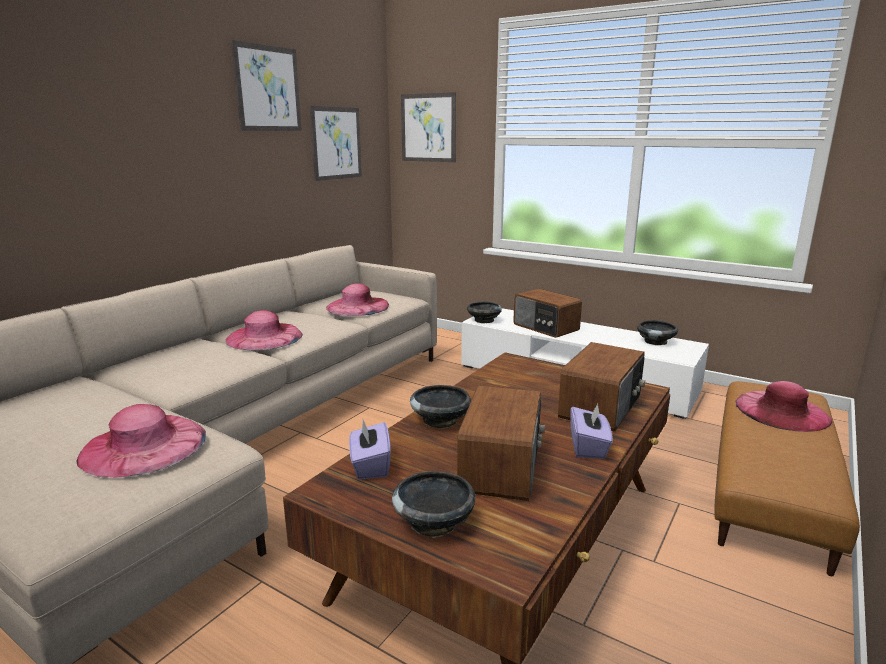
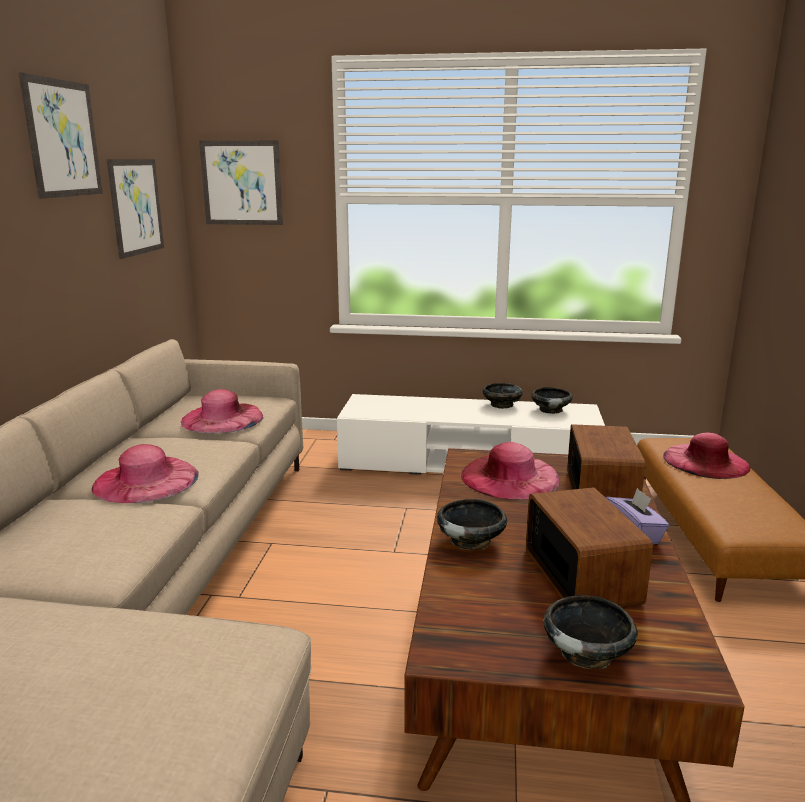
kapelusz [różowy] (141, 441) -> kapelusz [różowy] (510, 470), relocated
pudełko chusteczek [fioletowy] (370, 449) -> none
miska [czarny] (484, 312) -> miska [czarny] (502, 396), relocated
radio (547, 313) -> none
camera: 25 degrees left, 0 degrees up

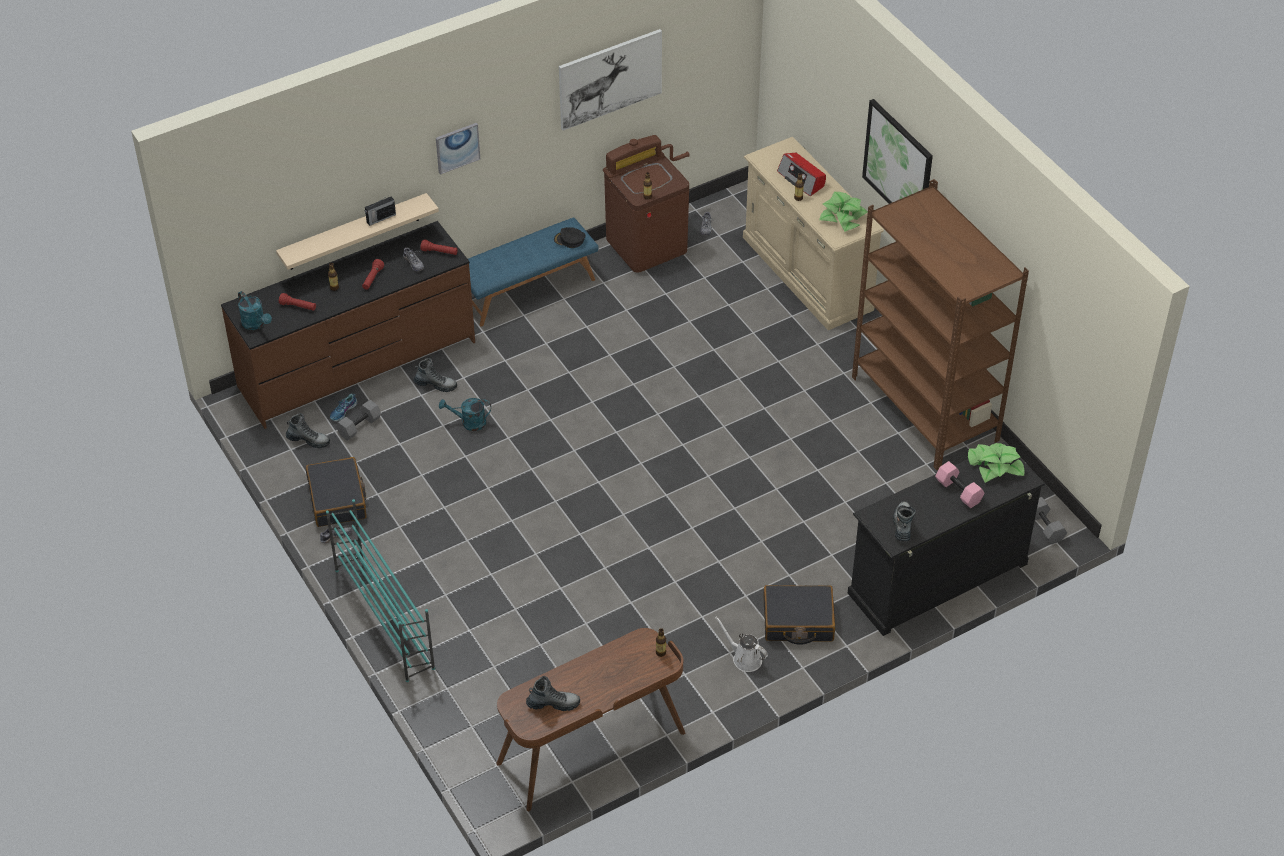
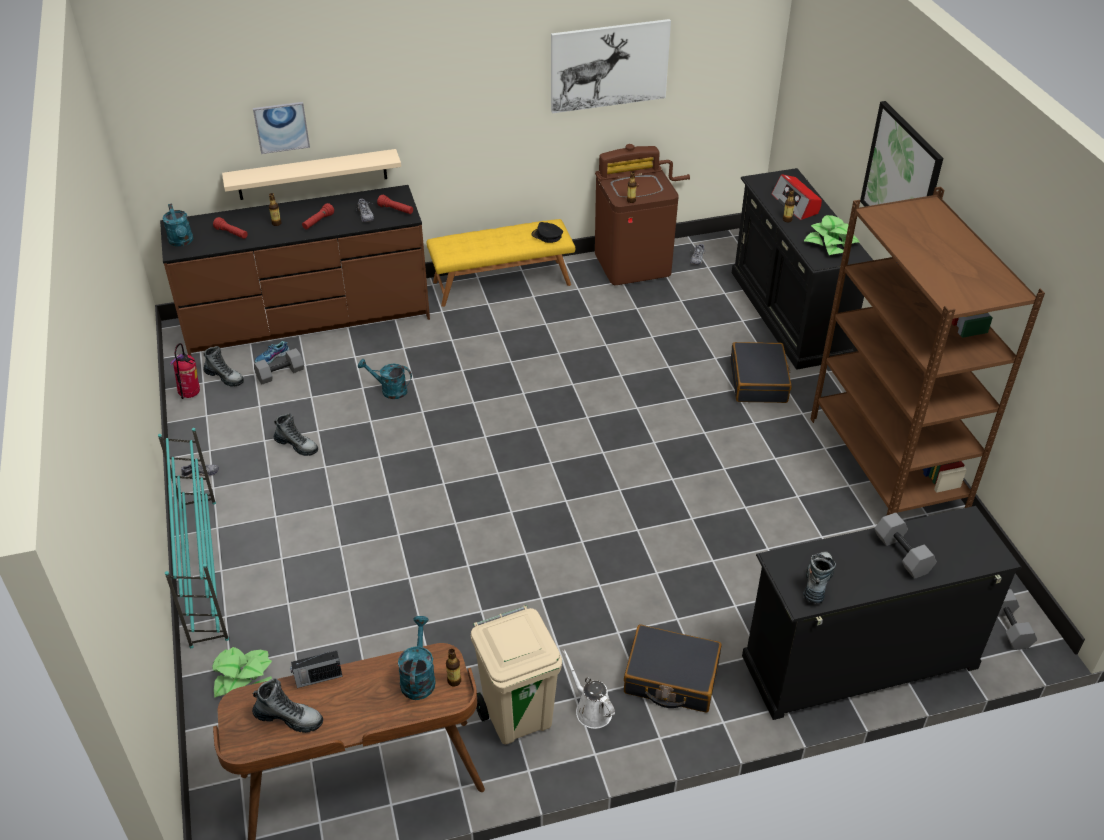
walizka [czarny] (336, 492) -> walizka [czarny] (761, 372), relocated
radio (380, 210) -> radio (316, 669), relocated
but z cholewką (435, 375) -> but z cholewką (296, 434), relocated
obraz (458, 149) -> obraz (281, 128), relocated
ławka [niebieski] (533, 272) -> ławka [żółty] (500, 263)
szafka [beżowy] (813, 233) -> szafka [czarny] (802, 269)
hantel [różowy] (959, 484) -> hantel [szary] (905, 546)
roślina doniczkowa (996, 463) -> roślina doniczkowa (242, 672), relocated
none -> gaśnica (185, 371)
none -> konewka [turkusowy] (417, 658)
none -> kosz na śmieci [beżowy] (516, 674)
camera: 15 degrees right, 5 degrees down

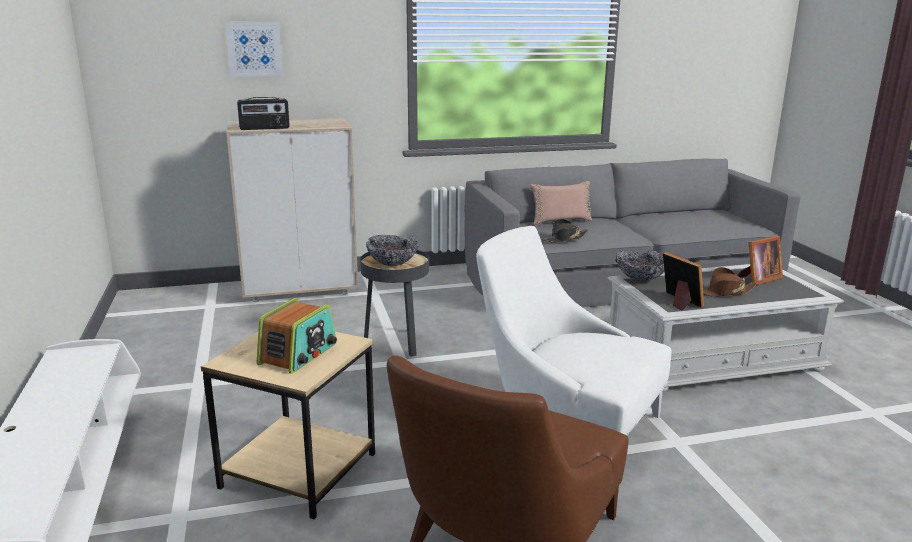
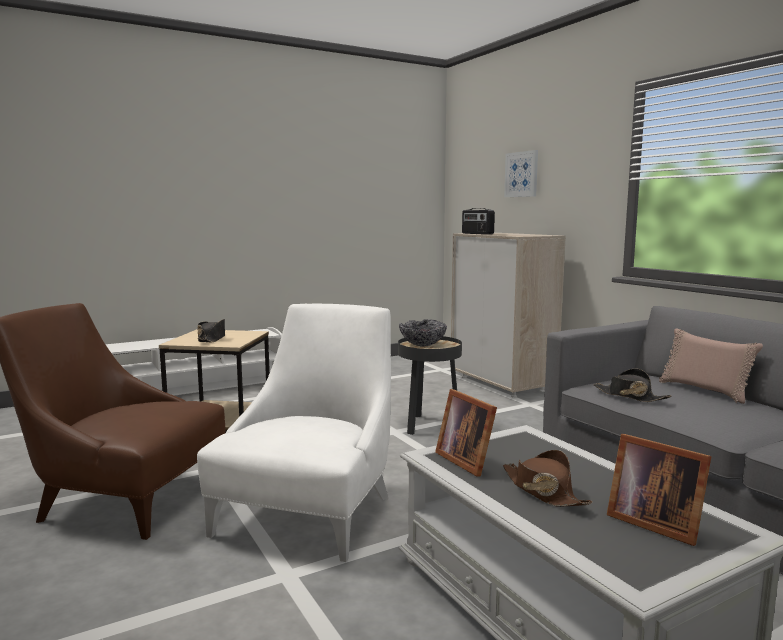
radio (297, 336) -> kapelusz [czarny] (211, 330)
miska (639, 265) -> none
ramka na zdjęcie (683, 281) -> ramka na zdjęcie (466, 433), 105 degrees clockwise
camera: 75 degrees right, 10 degrees down

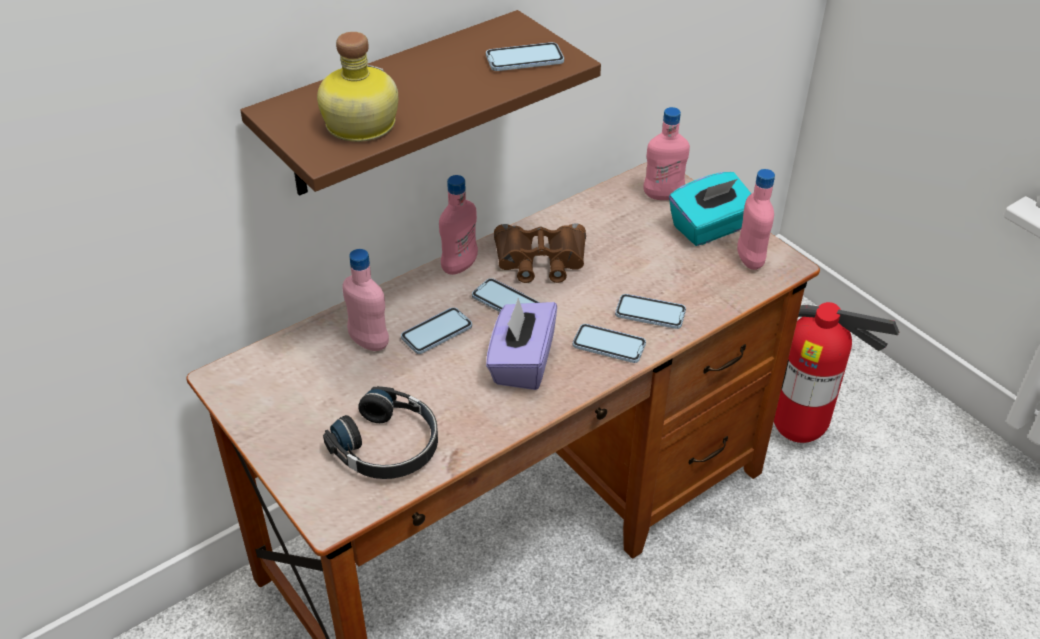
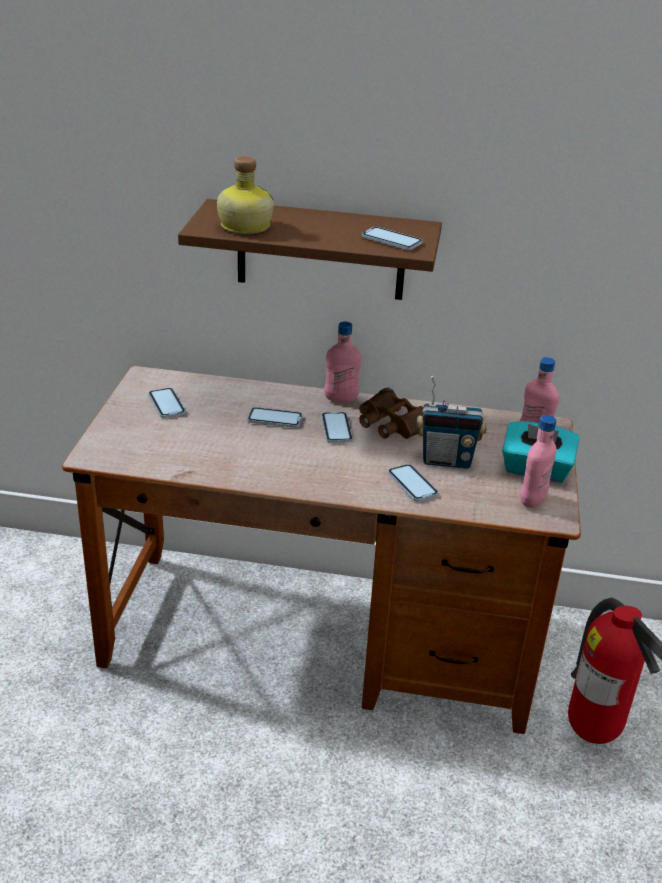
słuchawki [czarny] (380, 432) -> none
butelka [różowy] (365, 300) -> none
pudełko chusteczek [fioletowy] (521, 344) -> none
telefon (609, 343) -> telefon (167, 403), relocated
none -> radio (451, 422)
camera: 45 degrees right, 10 degrees down

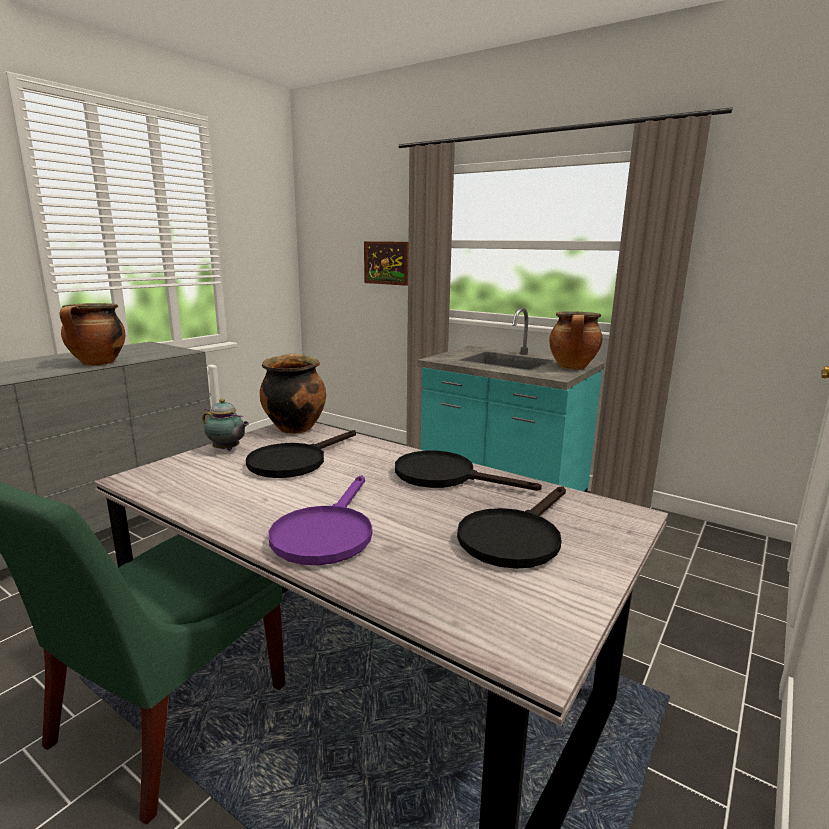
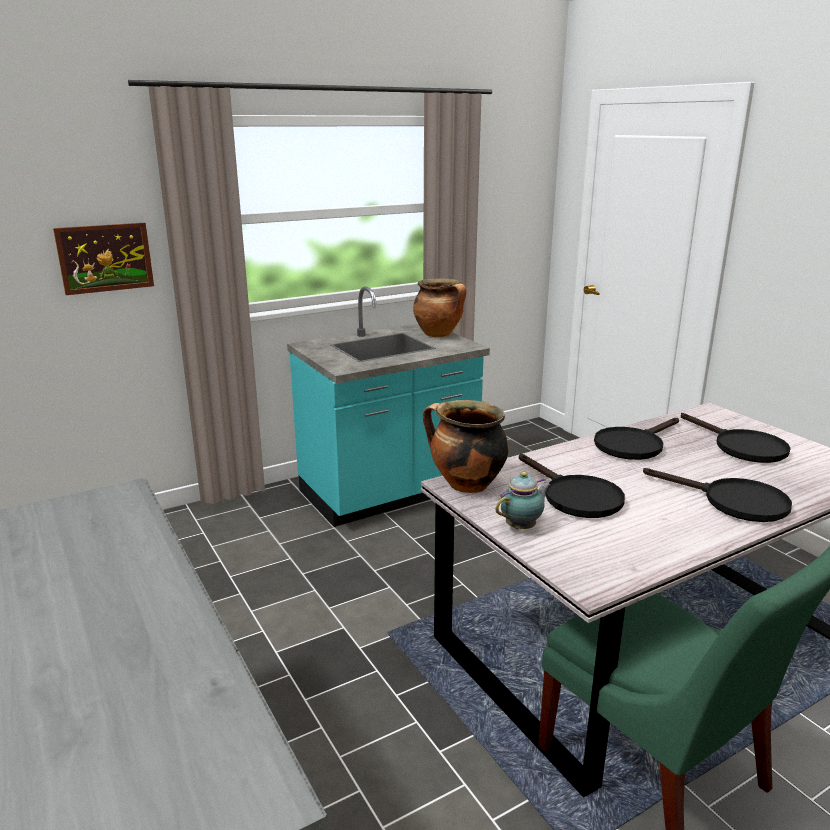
garnek (92, 334) -> none
patelnia [fioletowy] (320, 520) -> patelnia [czarny] (717, 495)
camera: 65 degrees left, 5 degrees up

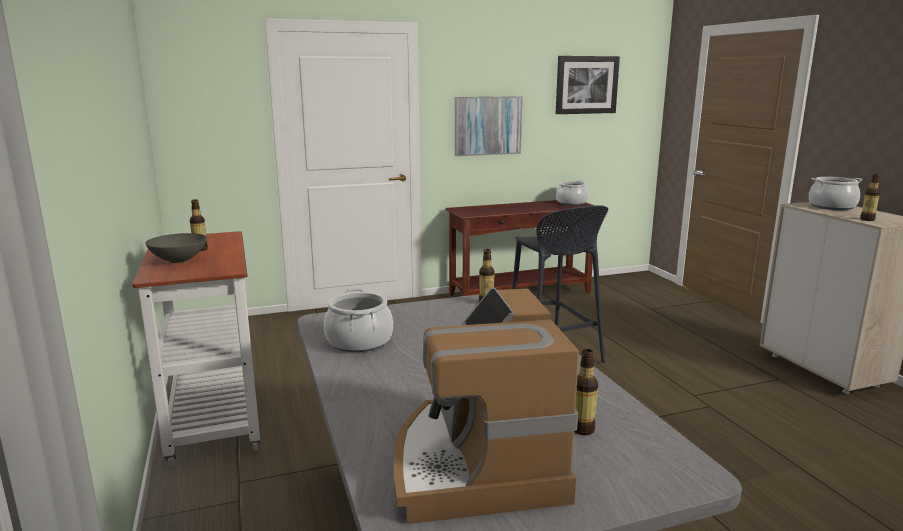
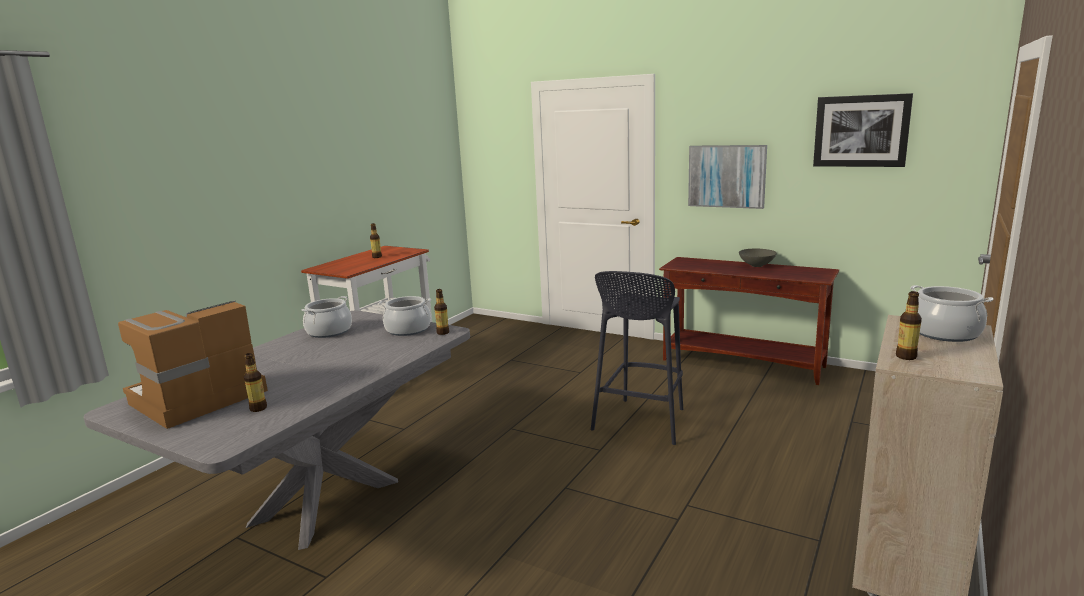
miska [szary] (176, 248) -> miska [szary] (758, 258), relocated
garnek (572, 192) -> garnek (405, 316), relocated
camera: 50 degrees right, 0 degrees up

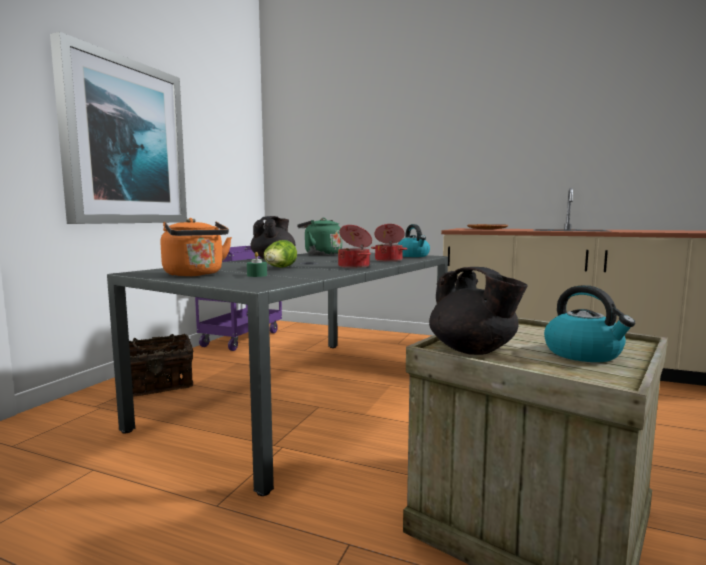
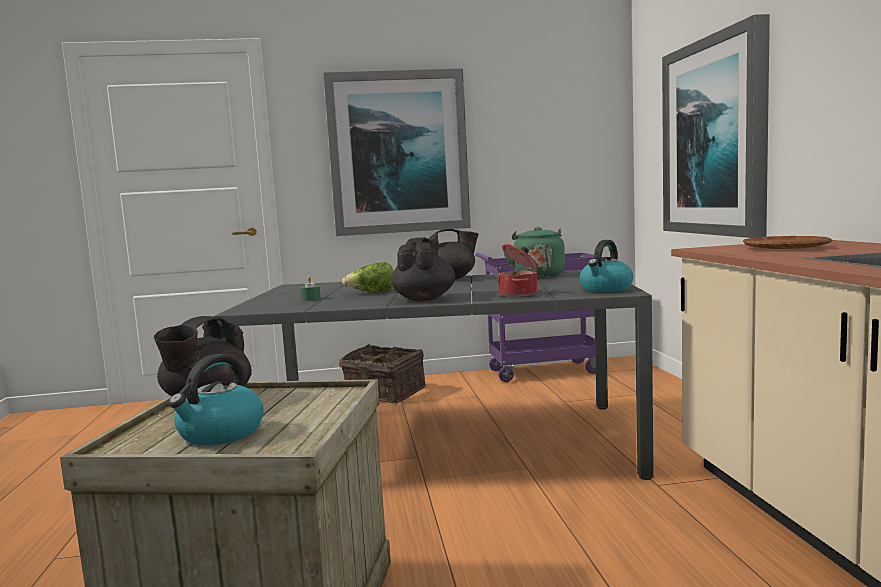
czajnik [pomarańczowy] (196, 247) -> none
garnek (355, 246) -> imbryk [czarny] (423, 269)
none -> obraz (716, 126)
camera: 60 degrees right, 0 degrees up

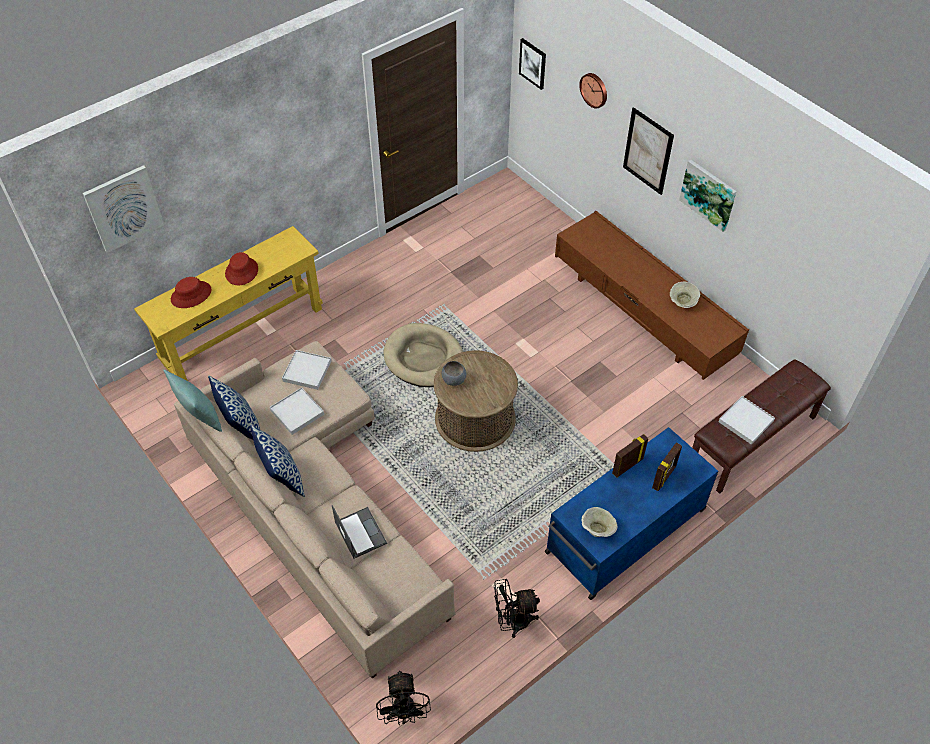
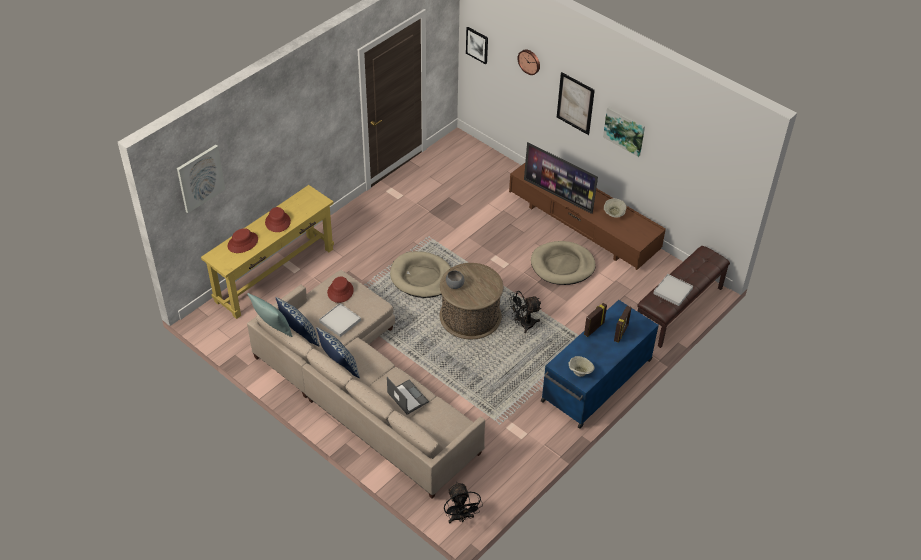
taca [biały] (306, 370) -> kapelusz [czerwony] (340, 289)
wentylator [czarny] (517, 608) -> wentylator [czarny] (525, 312), relocated
none -> telewizor (561, 178)
none -> legowisko [beżowy] (563, 263)
camera: 10 degrees left, 5 degrees down

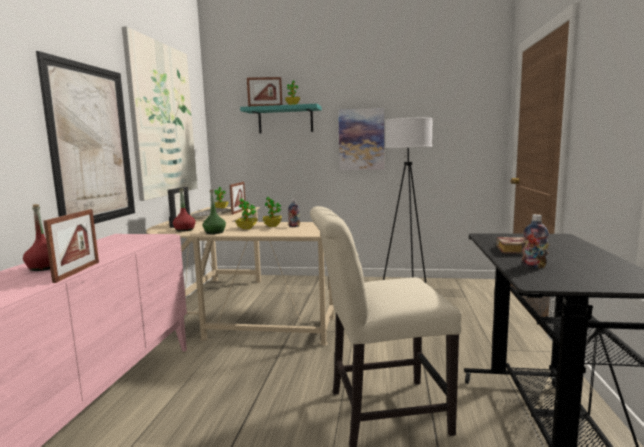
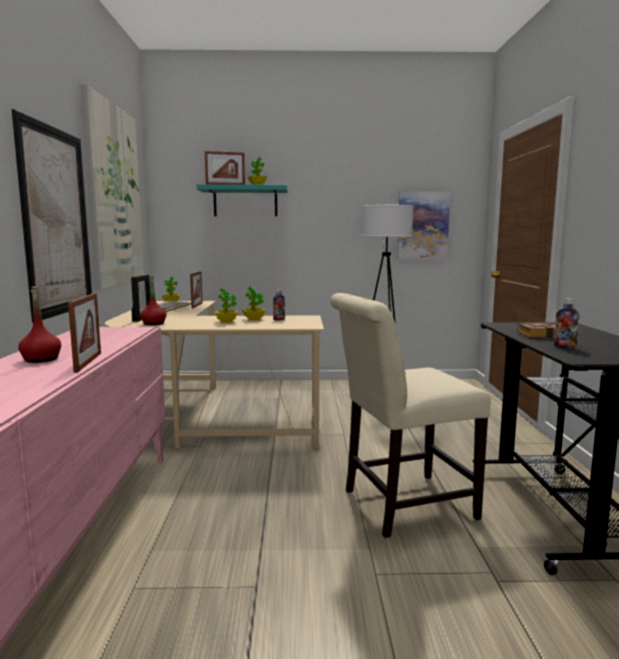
butelka [zielony] (214, 211) -> none
obraz (361, 139) -> obraz (423, 225), relocated
camera: 10 degrees left, 0 degrees up

